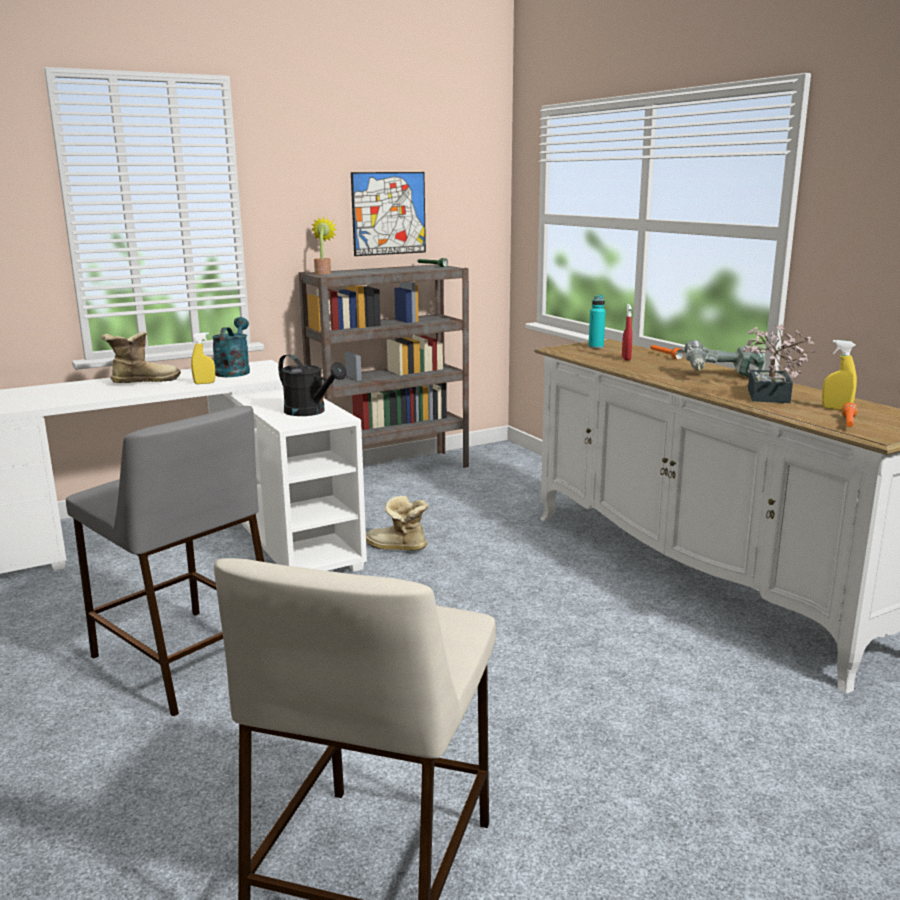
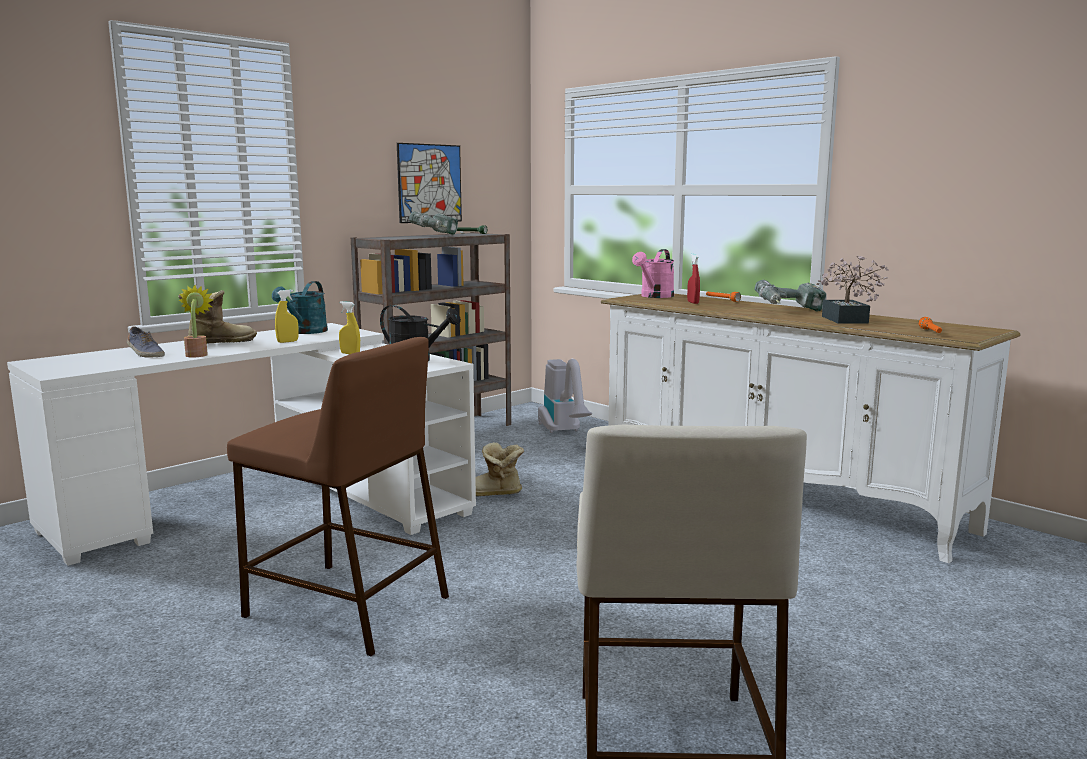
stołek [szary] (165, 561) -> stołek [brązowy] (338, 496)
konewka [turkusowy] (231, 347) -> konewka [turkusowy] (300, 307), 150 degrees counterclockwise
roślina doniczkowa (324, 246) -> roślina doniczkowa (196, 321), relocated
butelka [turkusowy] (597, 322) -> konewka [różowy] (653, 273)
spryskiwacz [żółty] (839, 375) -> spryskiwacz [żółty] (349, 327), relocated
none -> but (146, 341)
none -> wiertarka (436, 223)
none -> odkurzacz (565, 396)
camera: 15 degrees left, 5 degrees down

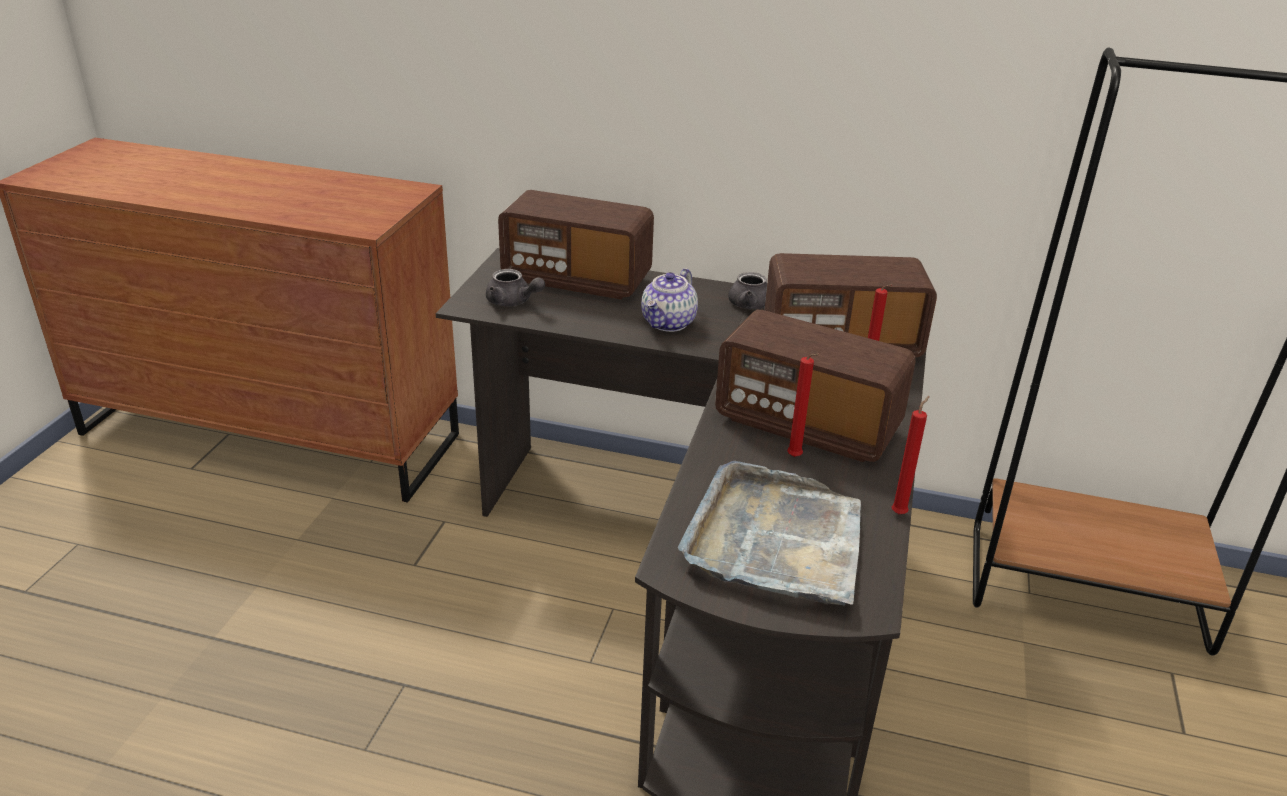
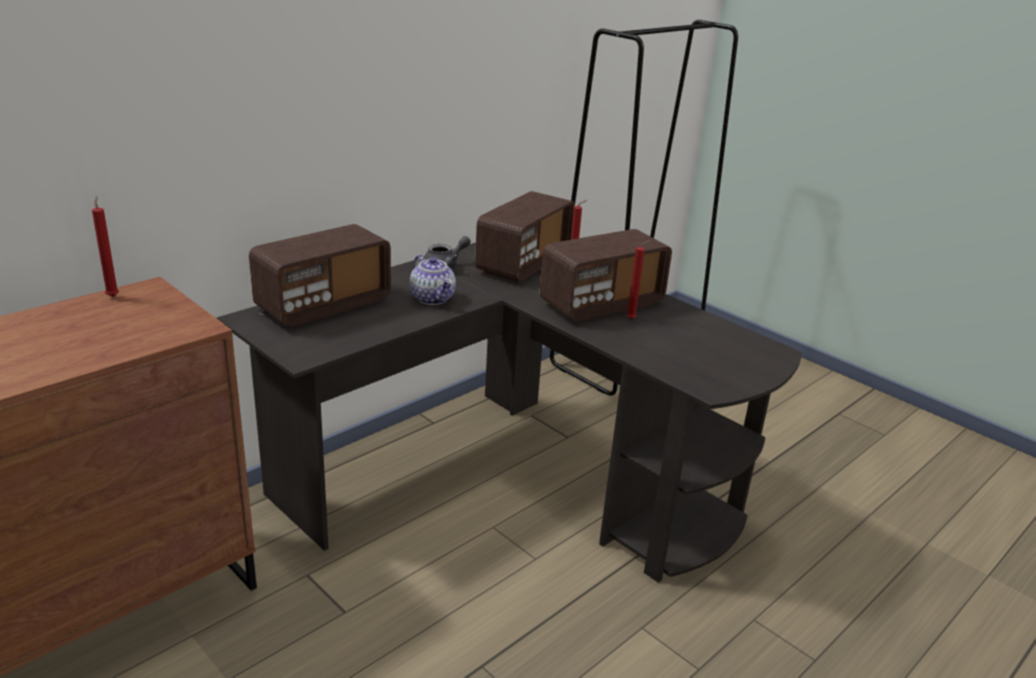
imbryk [szary] (515, 287) -> none
taca [szary] (769, 533) -> none
świeca [czerwony] (911, 455) -> świeca [czerwony] (105, 246), relocated
camera: 60 degrees left, 5 degrees down

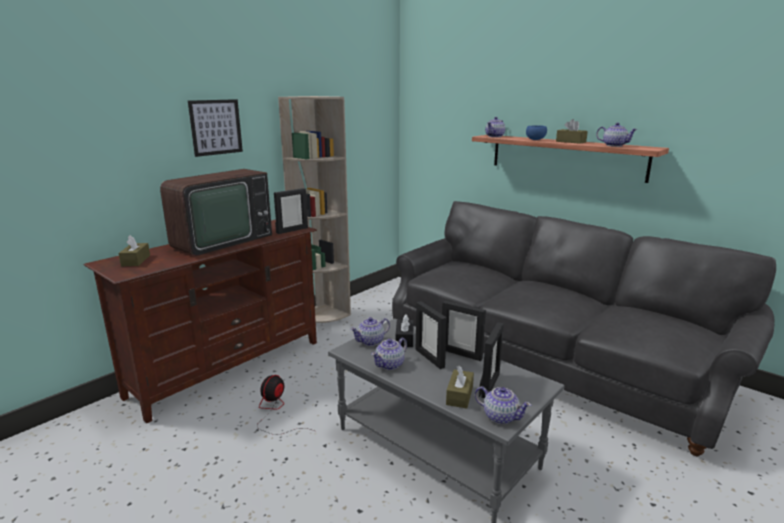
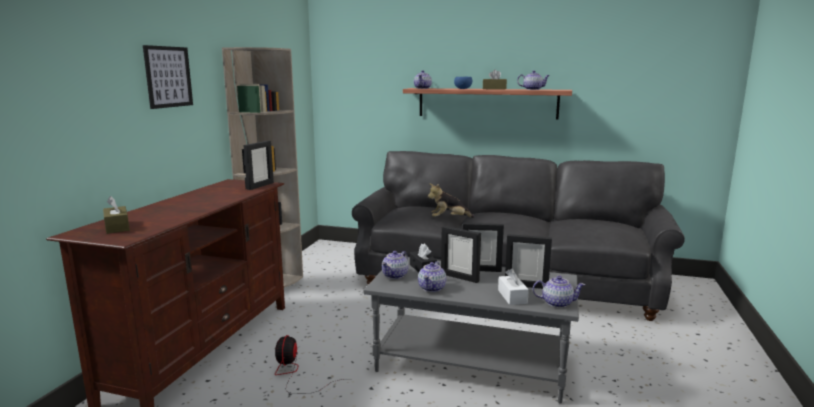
telewizor (216, 212) -> none
pudełko chusteczek [brązowy] (460, 387) -> pudełko chusteczek [biały] (513, 287)
ramka na zdjęcie (491, 360) -> ramka na zdjęcie (528, 261), 105 degrees clockwise
none -> pluszak (451, 200)
camera: 25 degrees left, 5 degrees down

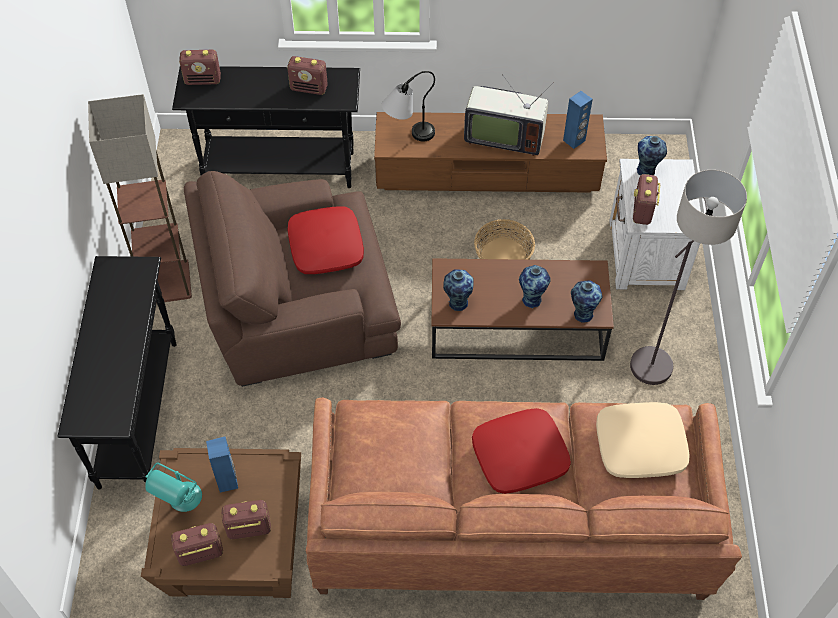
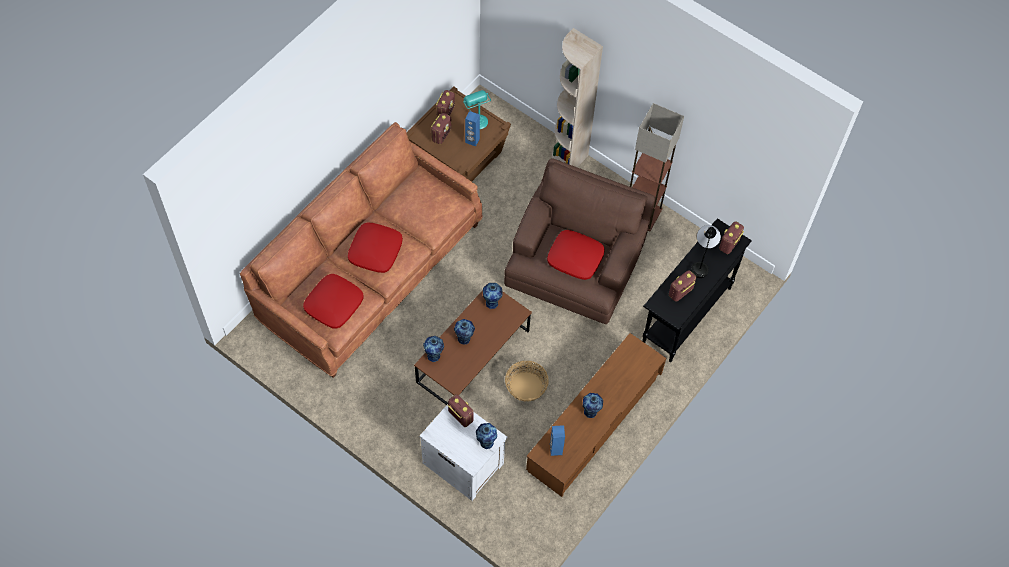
stolik konsolowy [czarny] (117, 373) -> regał [beżowy] (577, 97)
lampa stołowa (408, 106) -> lampa stołowa (706, 251), relocated
telewizor (509, 115) -> wazon (593, 405)
poduszka [beżowy] (643, 440) -> poduszka [czerwony] (333, 301)
lampa stojąca [szary] (688, 277) -> none
camera: 125 degrees right, 5 degrees up

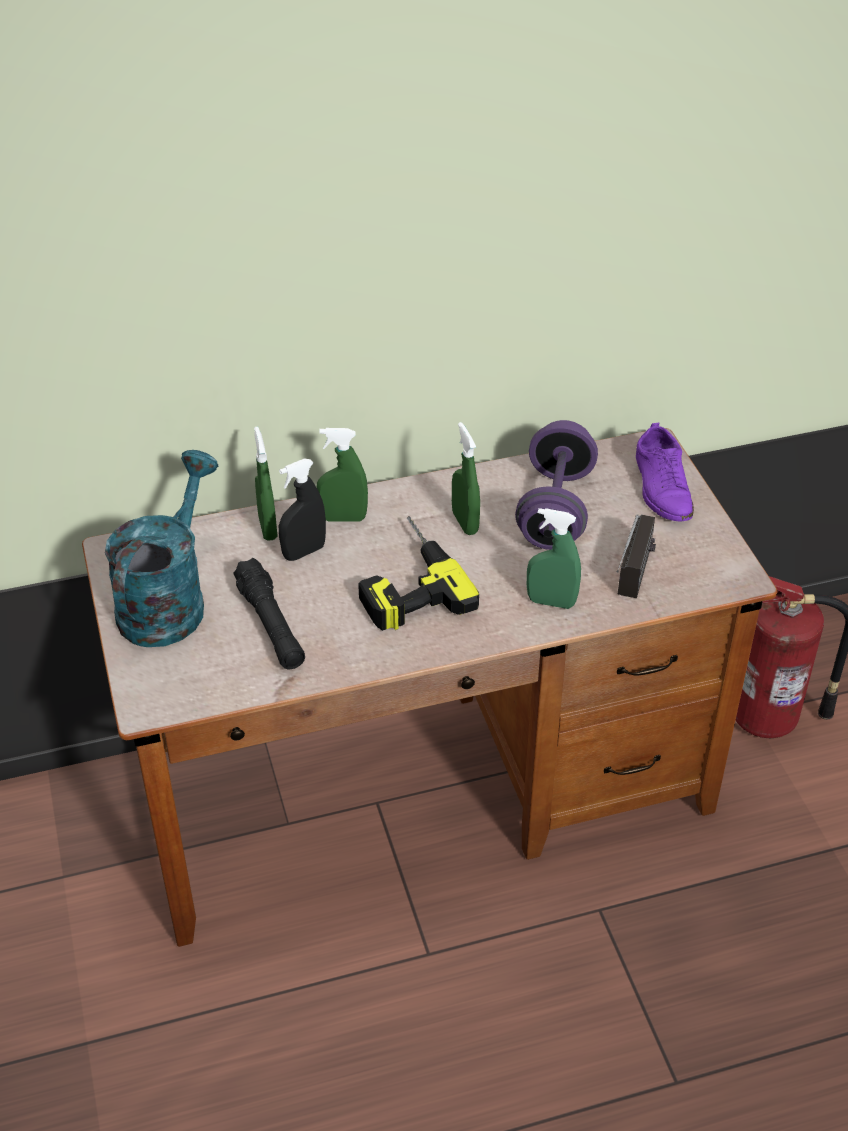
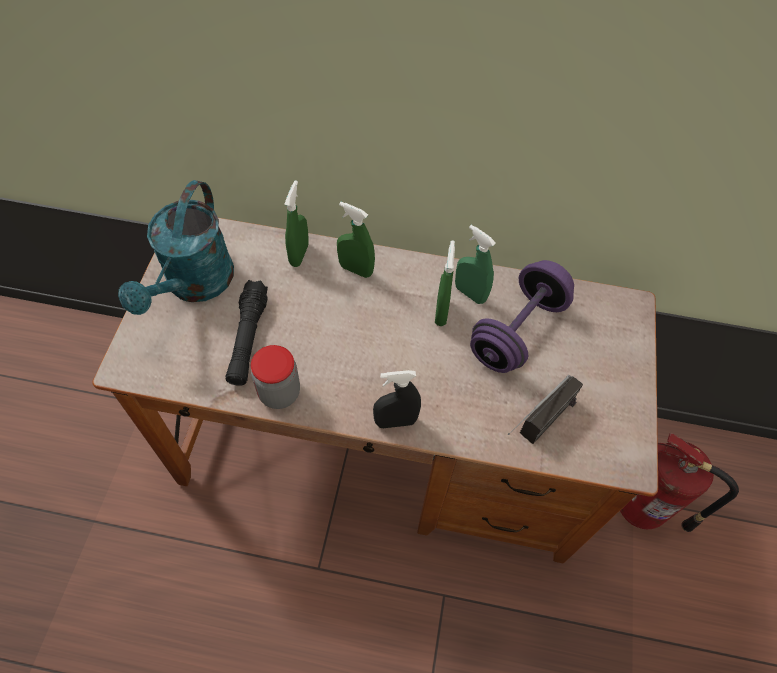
konewka [turkusowy] (161, 548) -> konewka [turkusowy] (176, 247), 150 degrees clockwise
spryskiwacz [czarny] (302, 510) -> spryskiwacz [czarny] (397, 399), relocated
wiertarka (418, 573) -> none
spryskiwacz [zielony] (554, 558) -> spryskiwacz [zielony] (475, 264), relocated
but [fioletowy] (665, 471) -> none
none -> słoik (275, 377)
camera: 25 degrees right, 15 degrees up

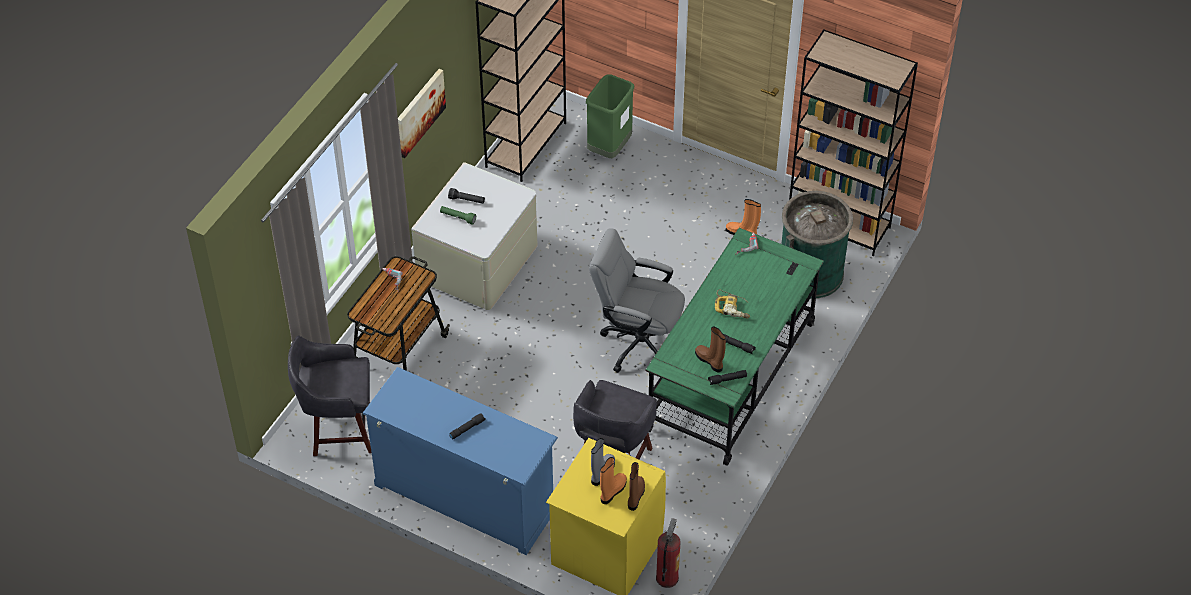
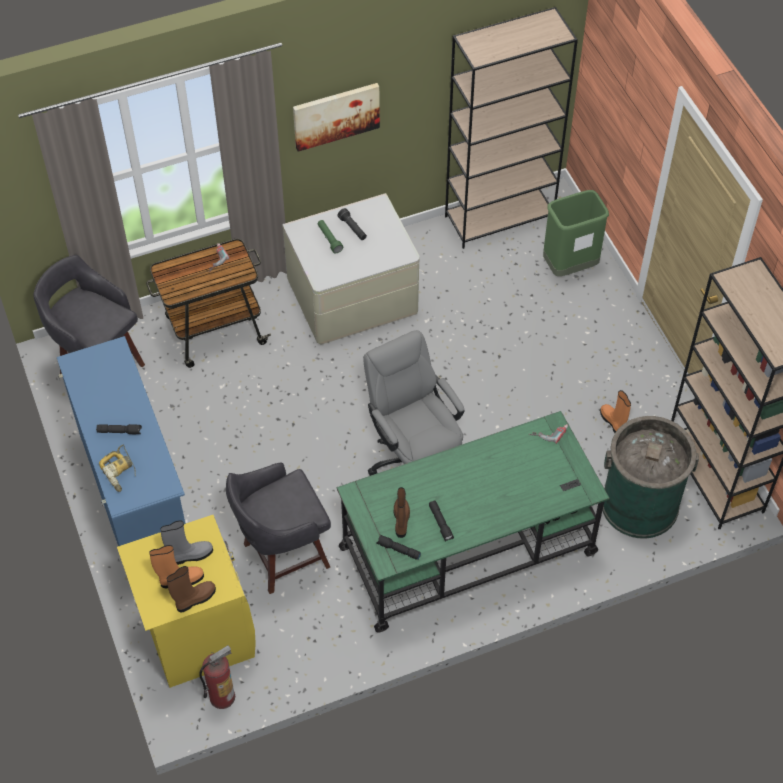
wiertarka (732, 304) -> wiertarka (117, 468), relocated
camera: 40 degrees right, 5 degrees up

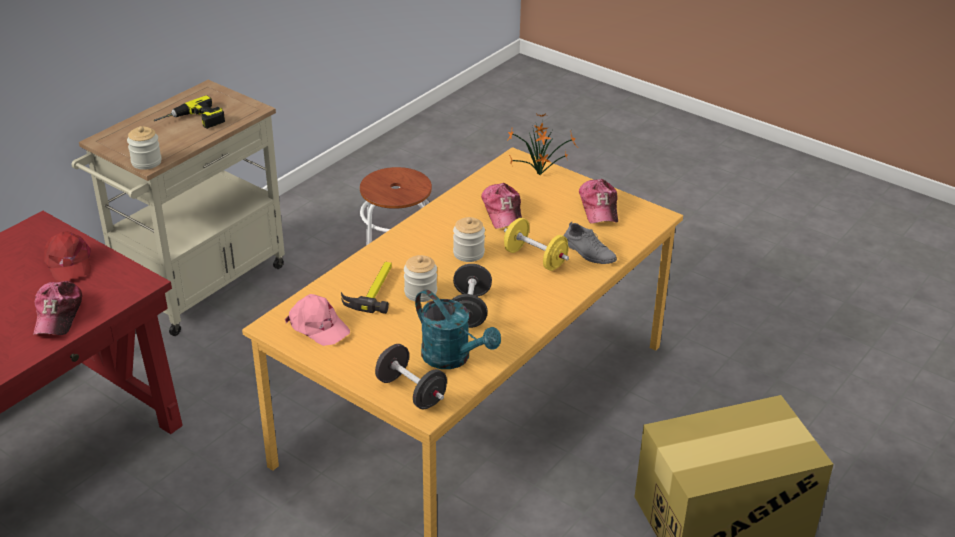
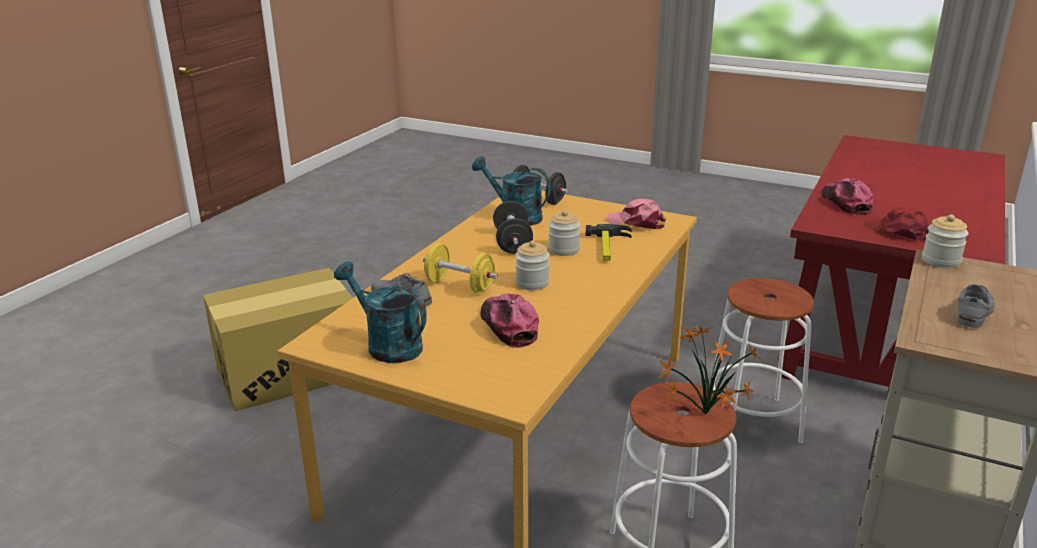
wiertarka (189, 112) -> but [szary] (976, 306)
roślina doniczkowa (542, 144) -> roślina doniczkowa (710, 369), relocated
czapka z daszkiem (598, 201) -> konewka [turkusowy] (380, 312)
none -> stołek [biały] (763, 360)
camera: 170 degrees right, 10 degrees down

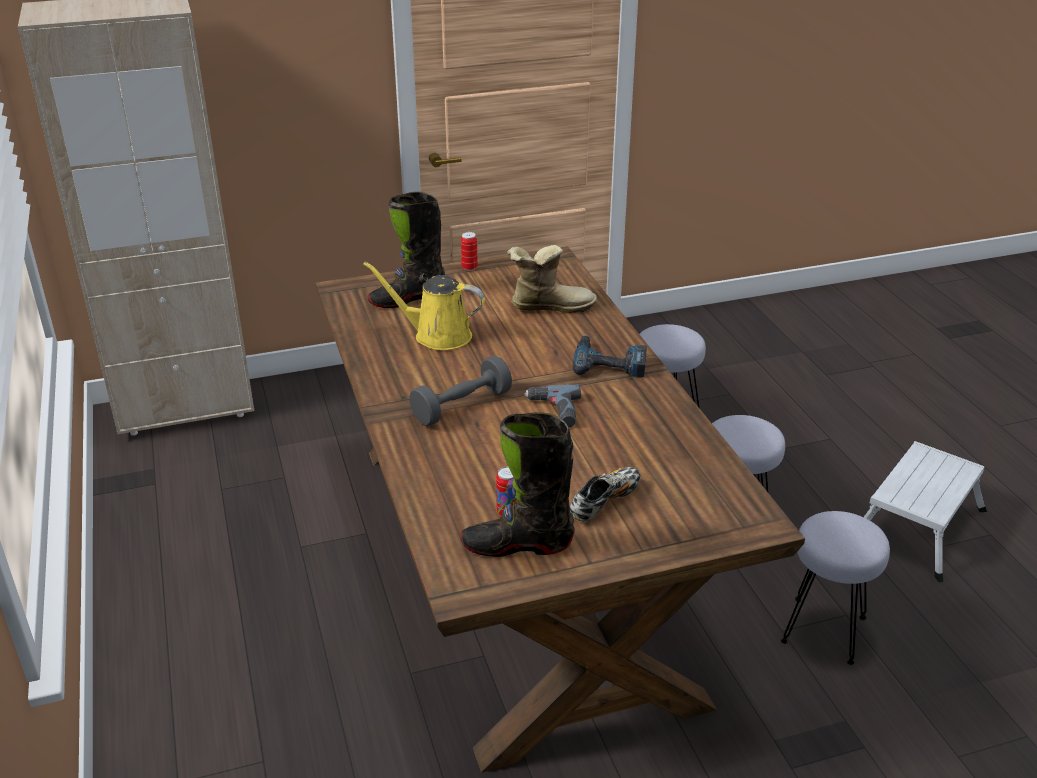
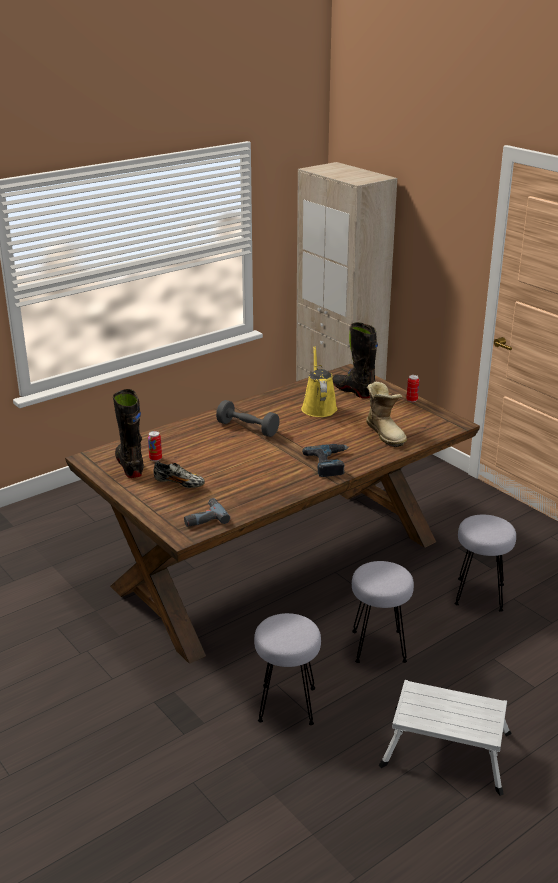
wiertarka (553, 406) -> wiertarka (207, 512), relocated
camera: 70 degrees right, 5 degrees down

